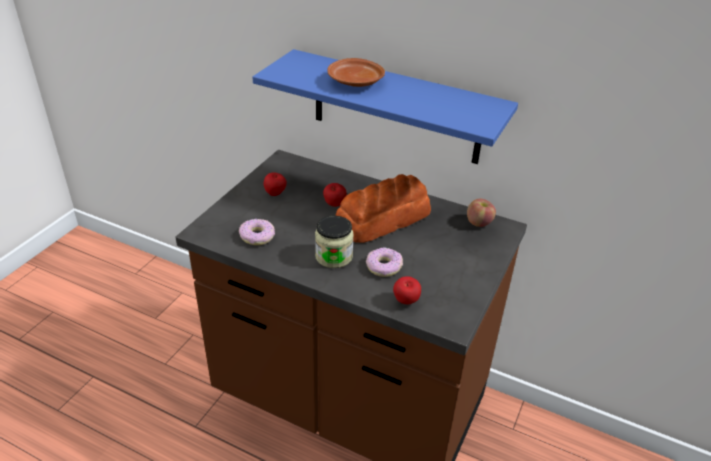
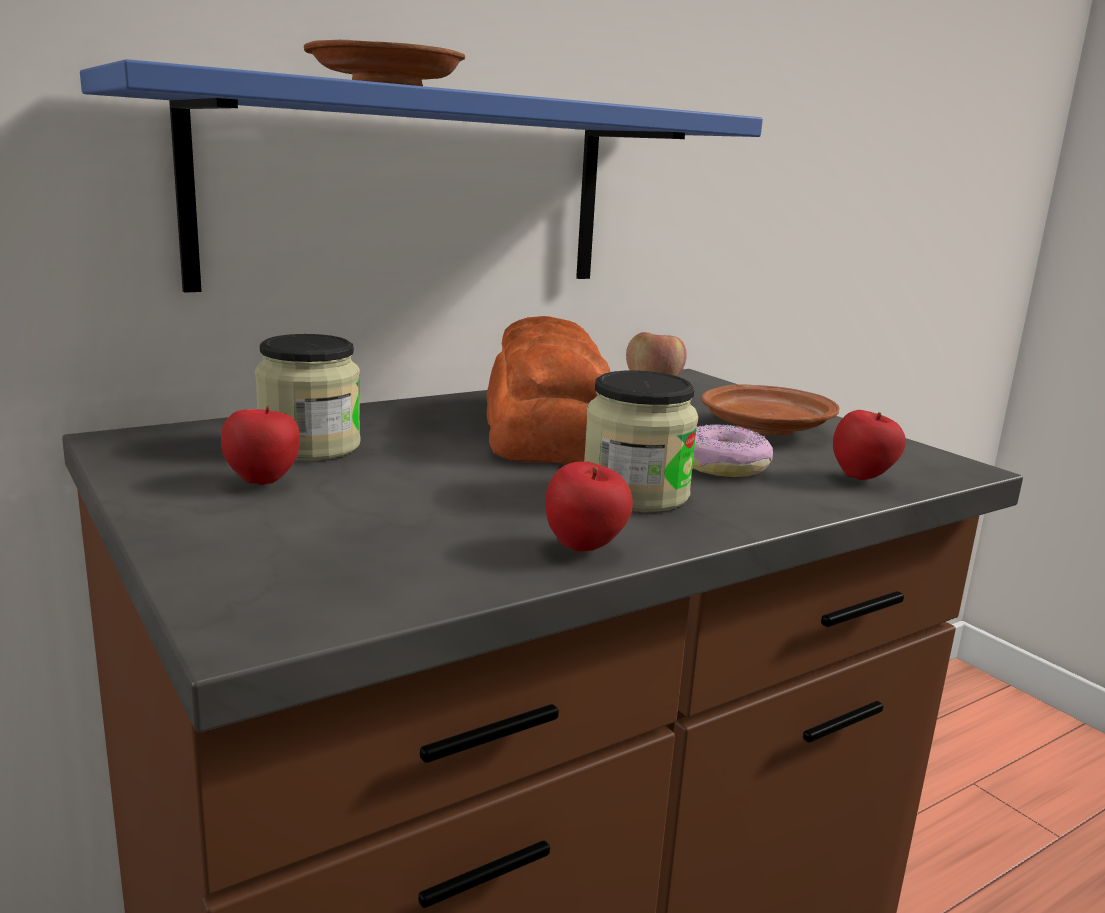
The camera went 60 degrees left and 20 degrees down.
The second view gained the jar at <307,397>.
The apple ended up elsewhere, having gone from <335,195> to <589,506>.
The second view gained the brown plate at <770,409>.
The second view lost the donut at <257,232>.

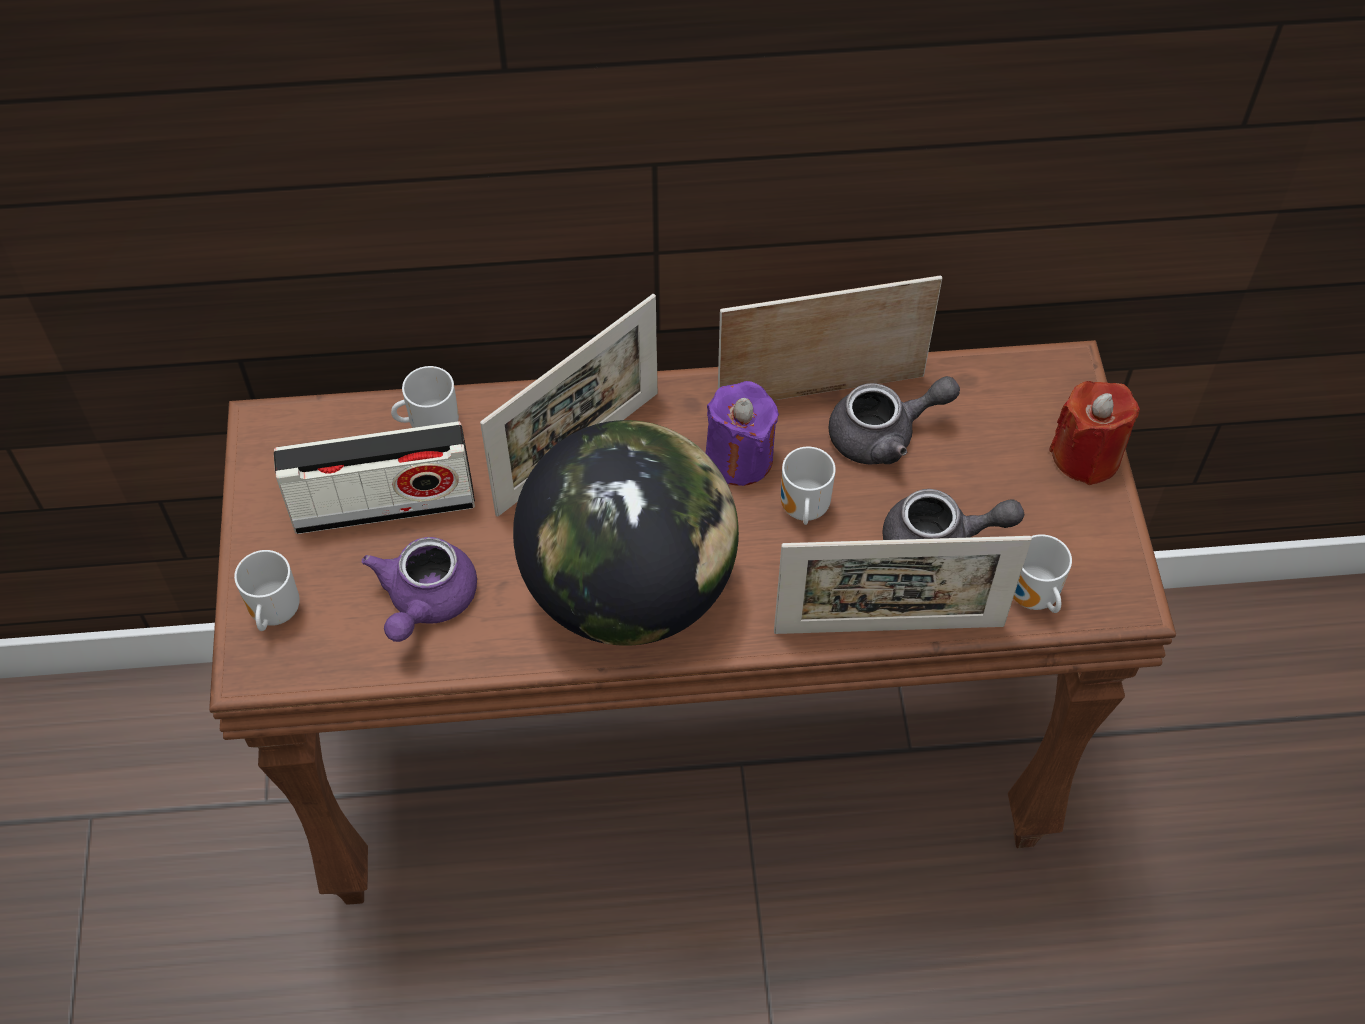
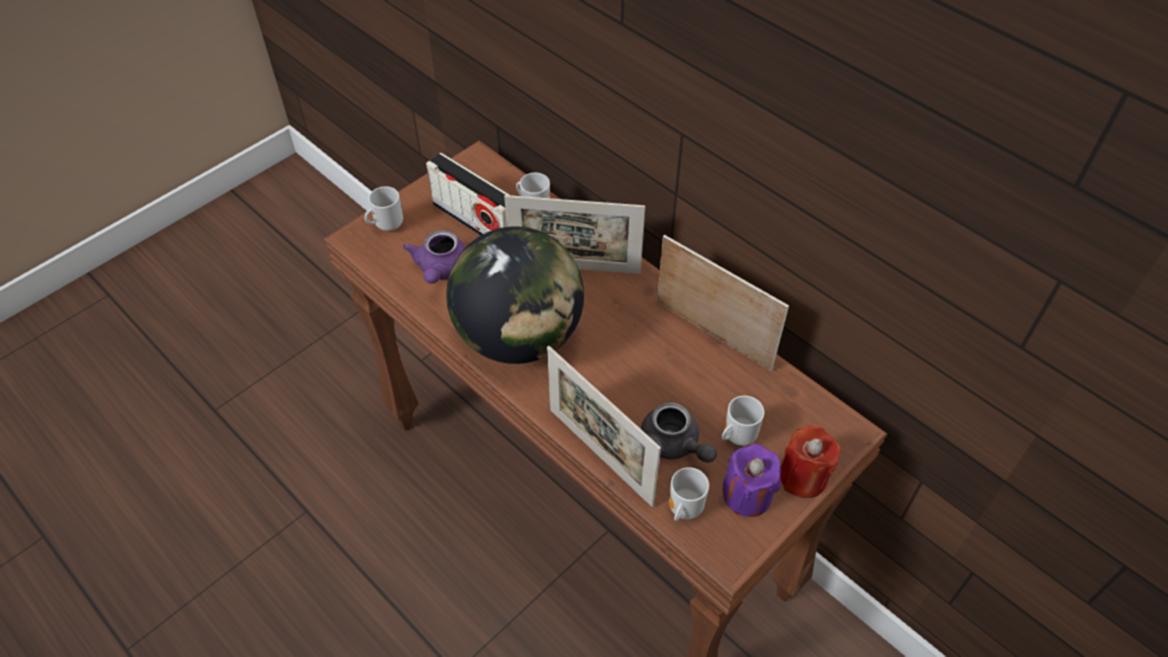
The camera went 50 degrees right and 5 degrees down.
The purple teapot at <419,589> ended up facing another way, 60 degrees counterclockwise from before.
The mug ended up elsewhere, having gone from <808,486> to <743,421>.
The purple candle ended up elsewhere, having gone from <742,433> to <752,480>.
The second view lost the grey teapot at <894,420>.

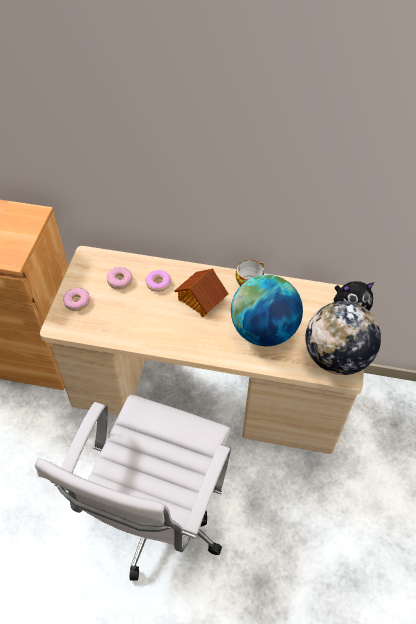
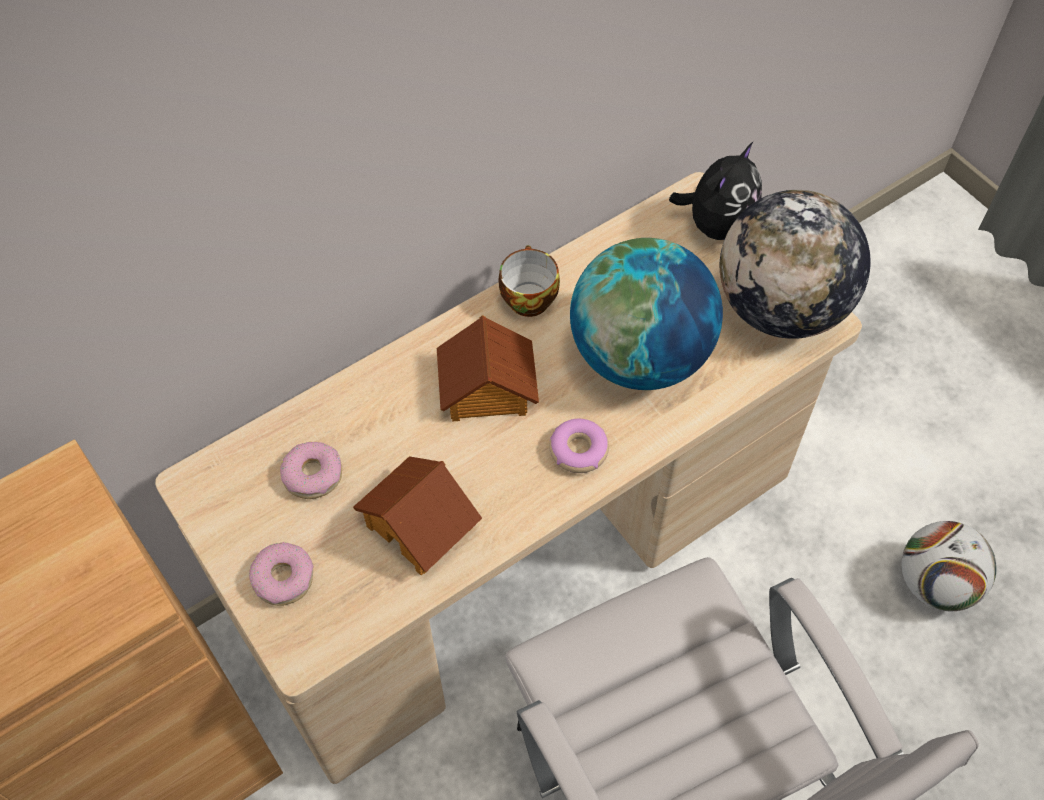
The camera went 45 degrees left and 5 degrees up.
The second view gained the toy house at <417,516>.
The donut ended up elsewhere, having gone from <158,281> to <579,446>.
The second view gained the football at <949,566>.

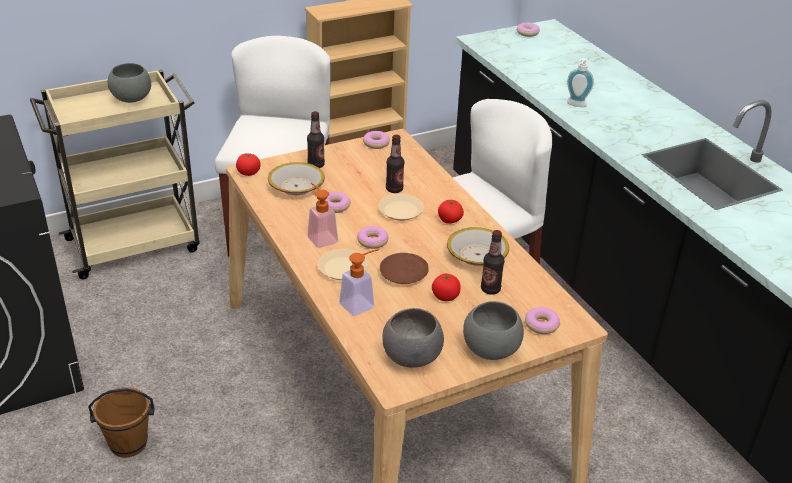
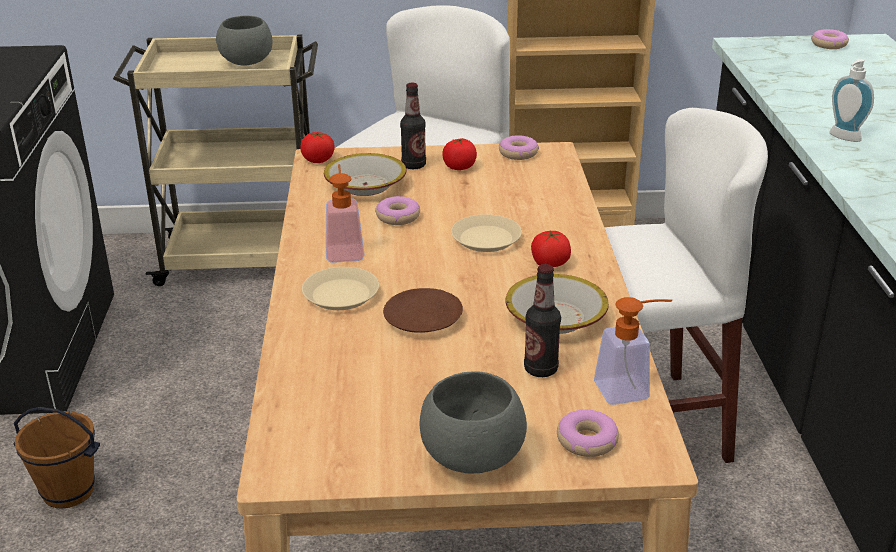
The camera went 25 degrees right and 5 degrees down.
The tomato ended up elsewhere, having gone from <446,287> to <459,154>.
The soap dispenser ended up elsewhere, having gone from <359,282> to <633,351>.
The second view lost the donut at <373,237>.
The second view lost the grey bowl at <413,338>.
The second view lost the bottle at <395,164>.

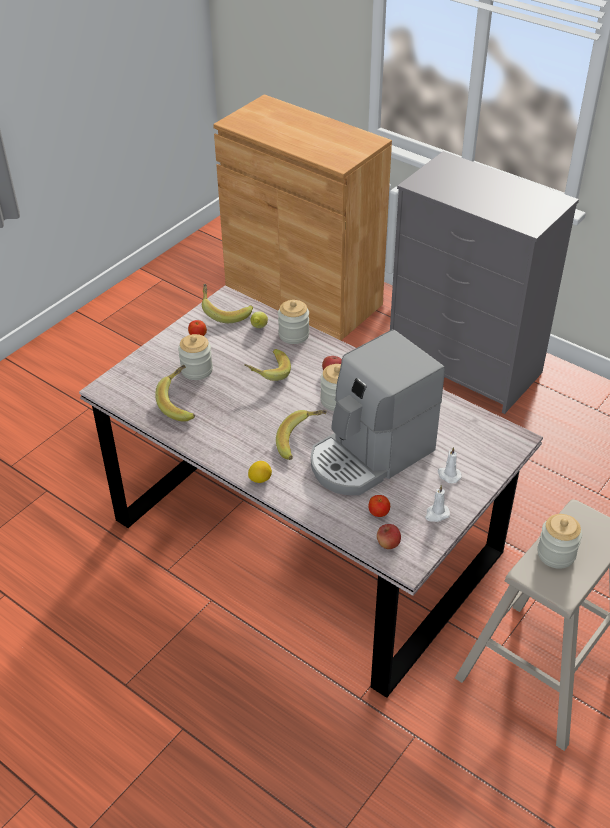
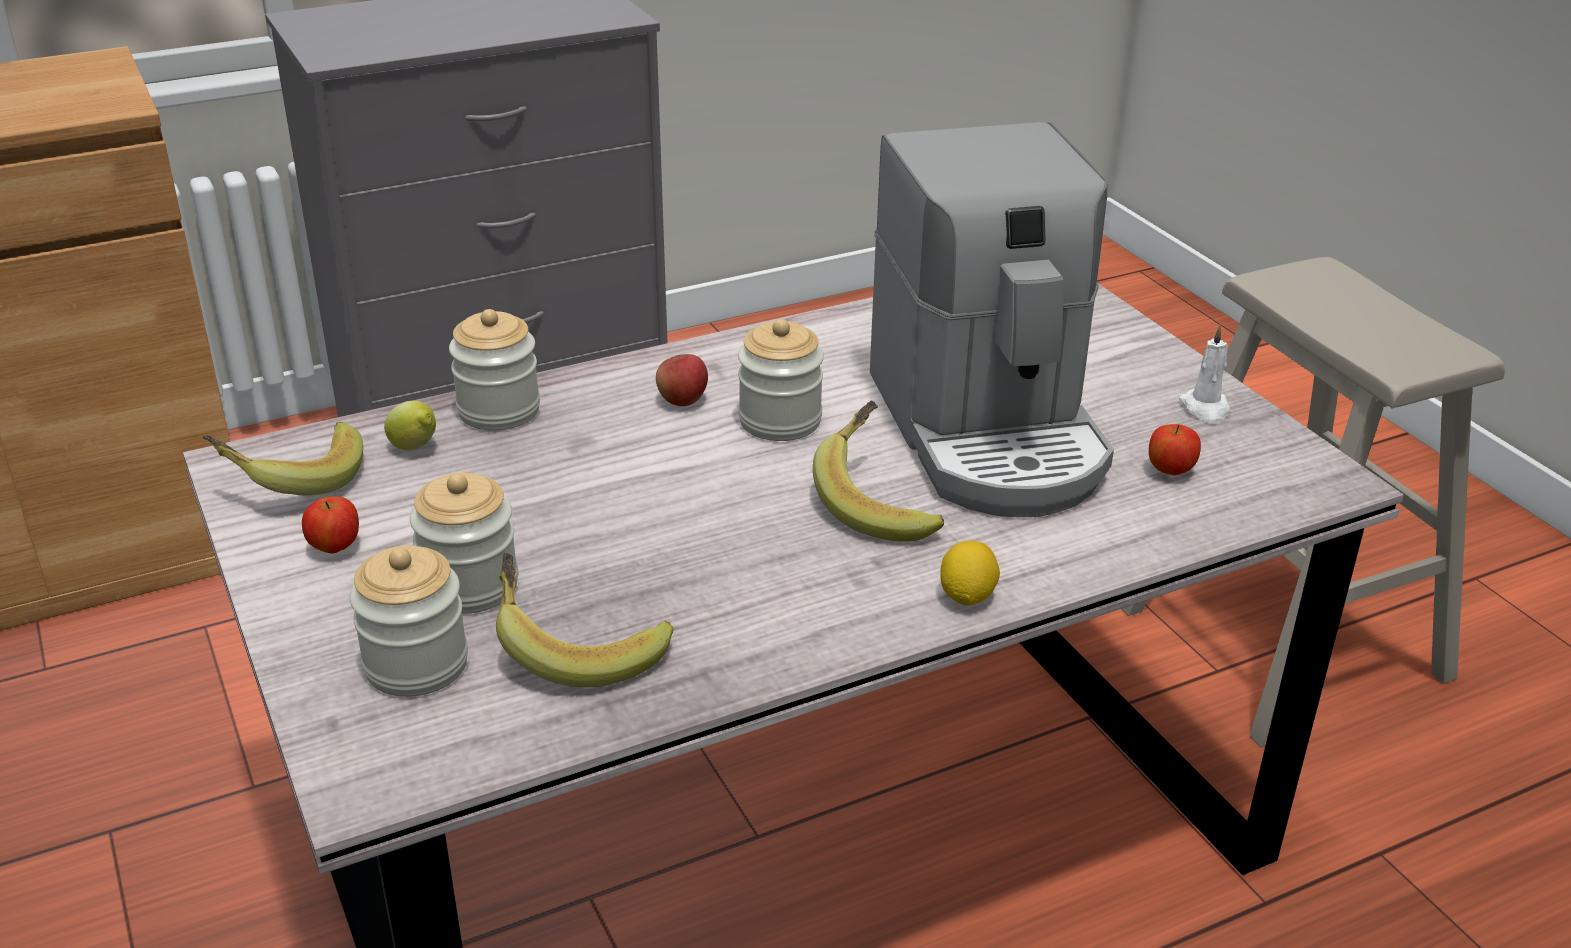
The camera went 65 degrees left and 10 degrees down.
The jar ended up elsewhere, having gone from <559,541> to <408,621>.
The second view lost the banana at <267,365>.
The second view lost the apple at <389,536>.
The second view lost the white candle at <450,465>.

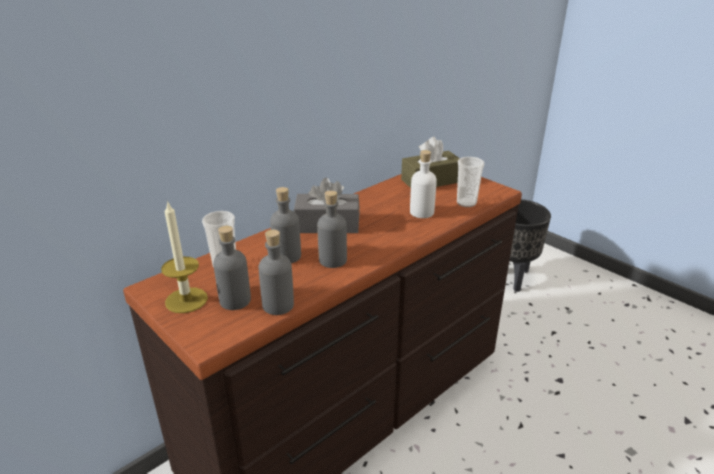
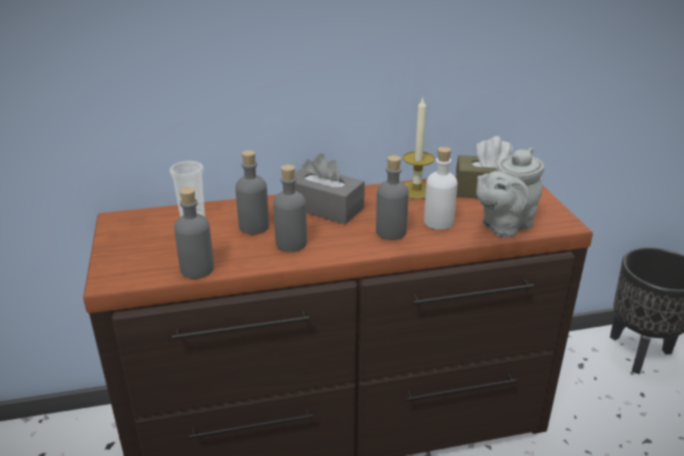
The camera went 30 degrees right and 0 degrees up.
The grey bottle ended up elsewhere, having gone from <232,268> to <392,197>.
The candle ended up elsewhere, having gone from <184,256> to <419,148>.
Where the cup stood at <470,182>, the grey teapot came to stand at <510,192>.

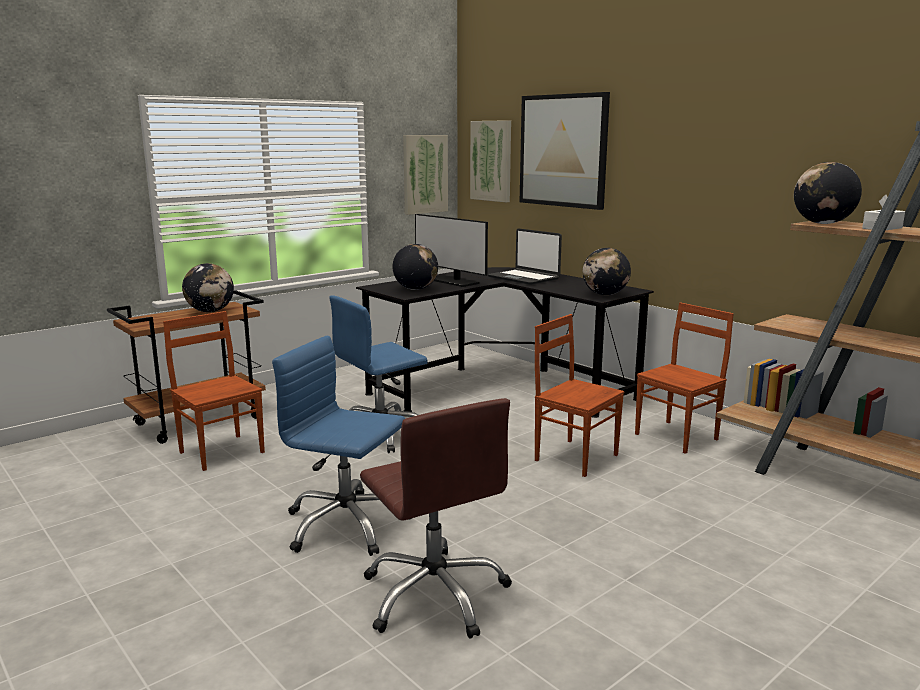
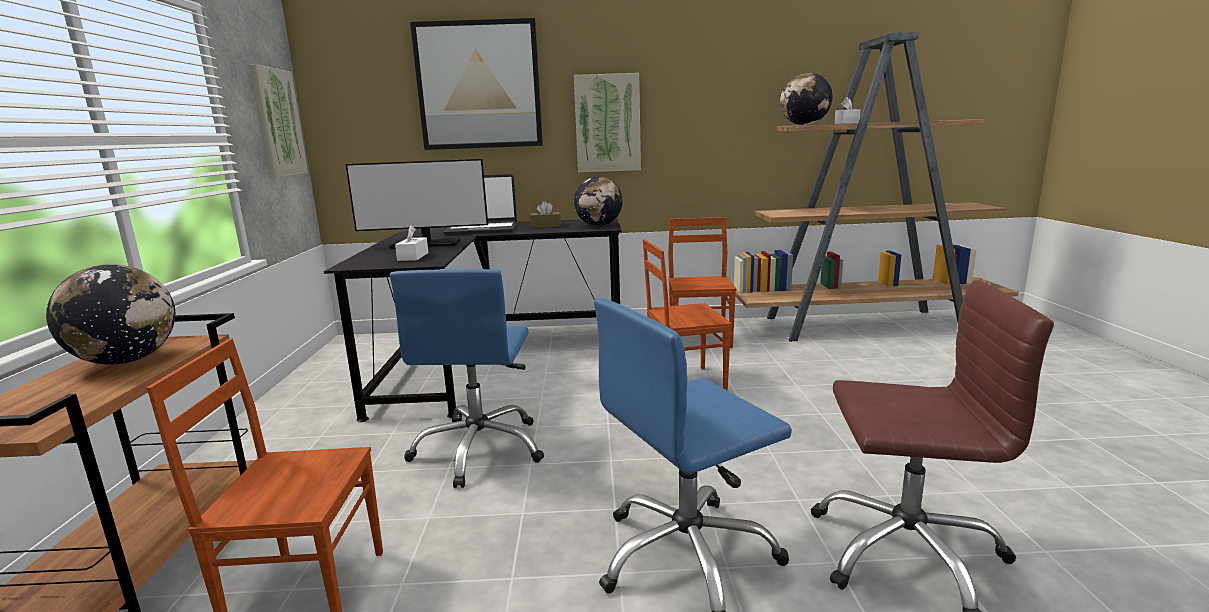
The camera went 50 degrees left and 0 degrees up.
Where the globe stood at <415,267>, the white tissue box came to stand at <412,243>.
The second view gained the brown tissue box at <545,214>.
The picture ended up elsewhere, having gone from <490,161> to <607,123>.

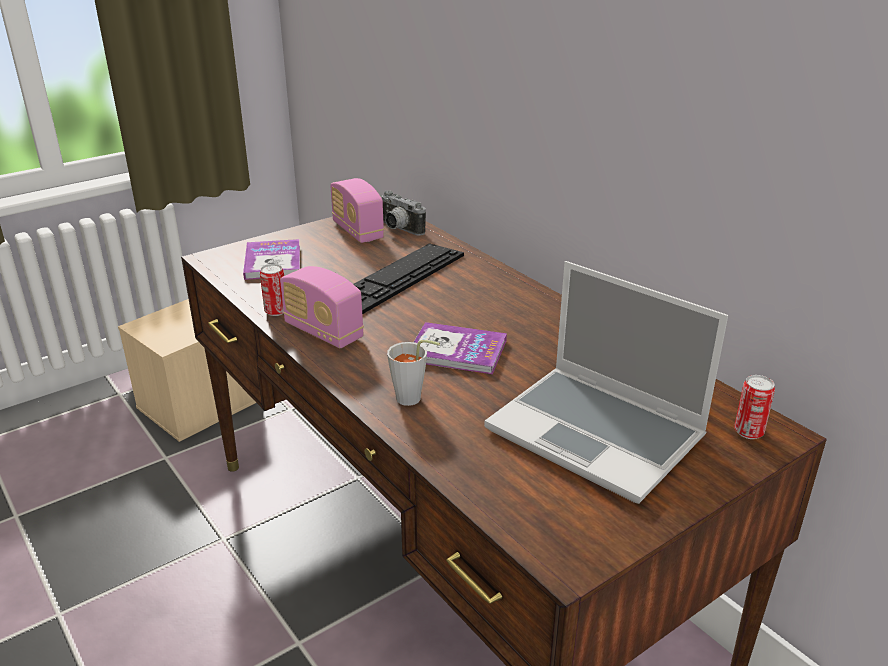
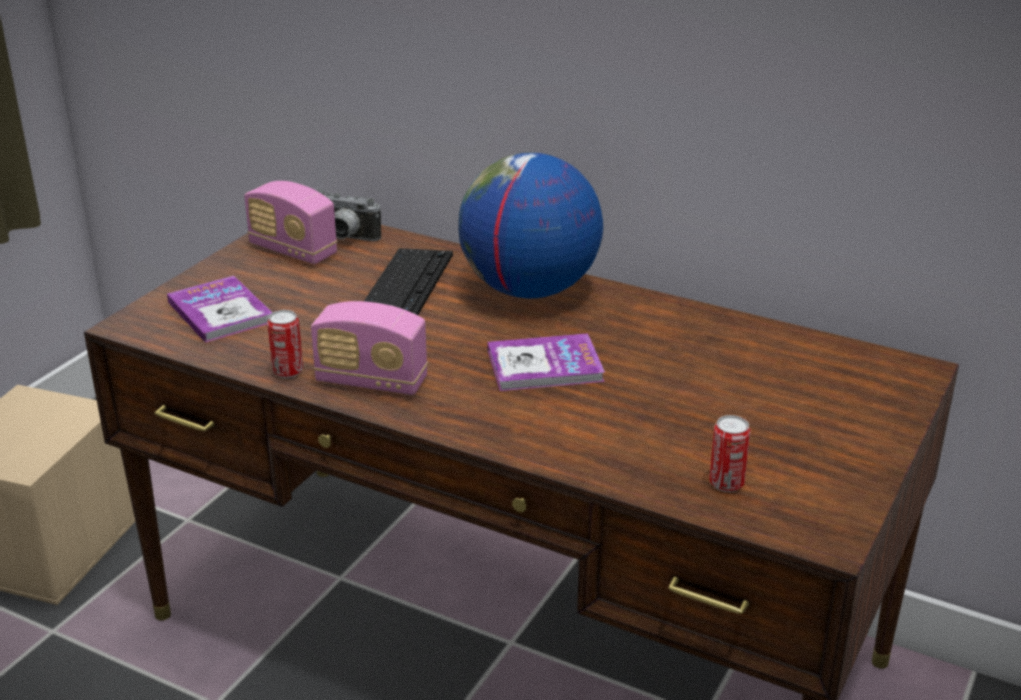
The camera went 25 degrees left and 0 degrees up.
The second view gained the globe at <530,225>.
The can ended up elsewhere, having gone from <754,407> to <729,453>.
The second view lost the grey cup at <413,373>.
The second view lost the laptop at <606,382>.

